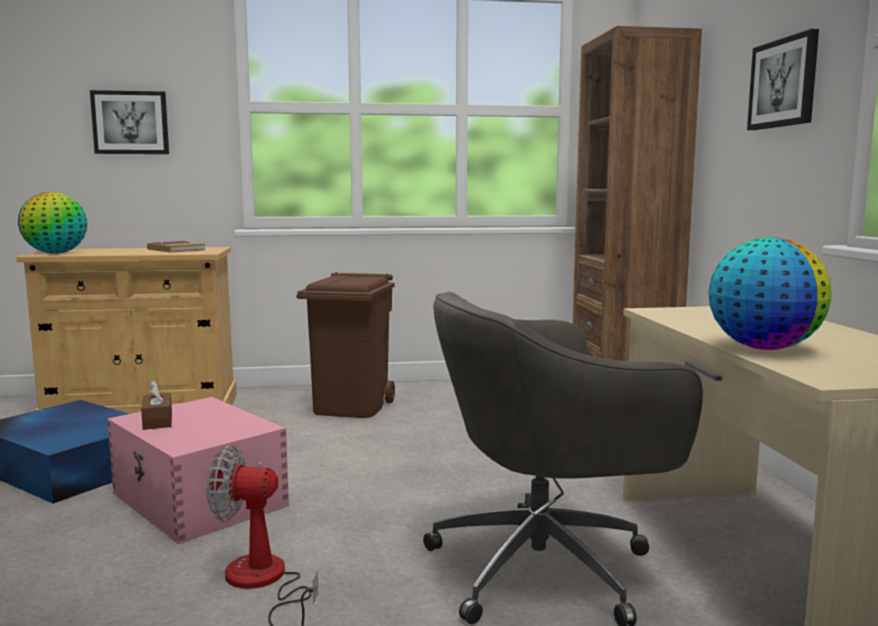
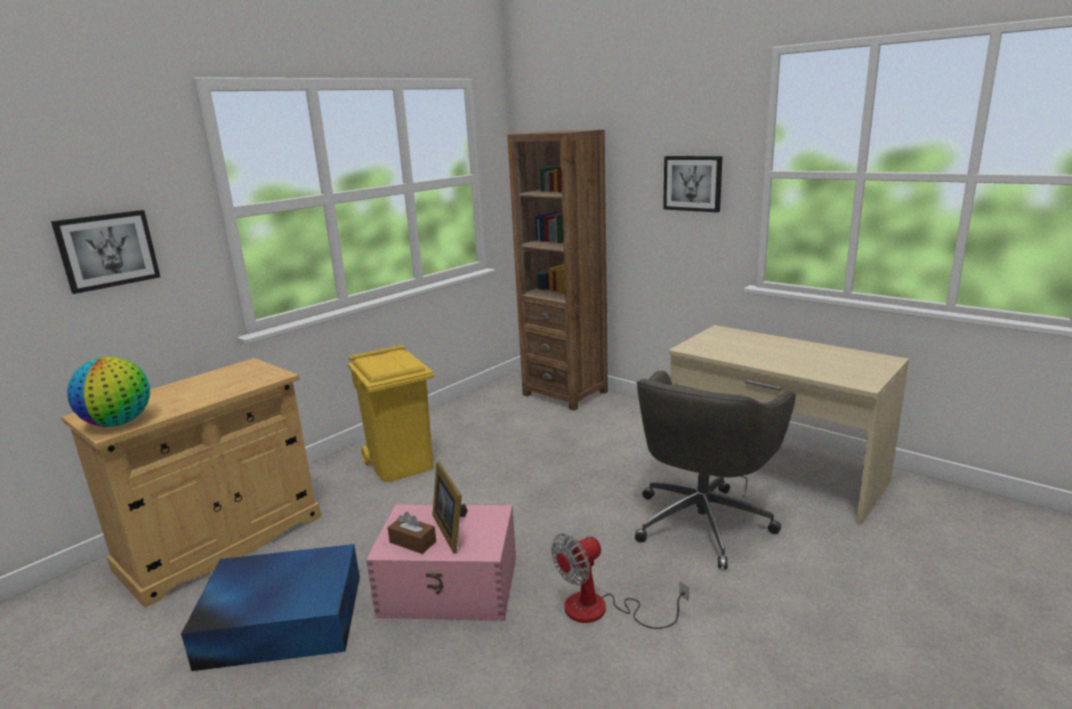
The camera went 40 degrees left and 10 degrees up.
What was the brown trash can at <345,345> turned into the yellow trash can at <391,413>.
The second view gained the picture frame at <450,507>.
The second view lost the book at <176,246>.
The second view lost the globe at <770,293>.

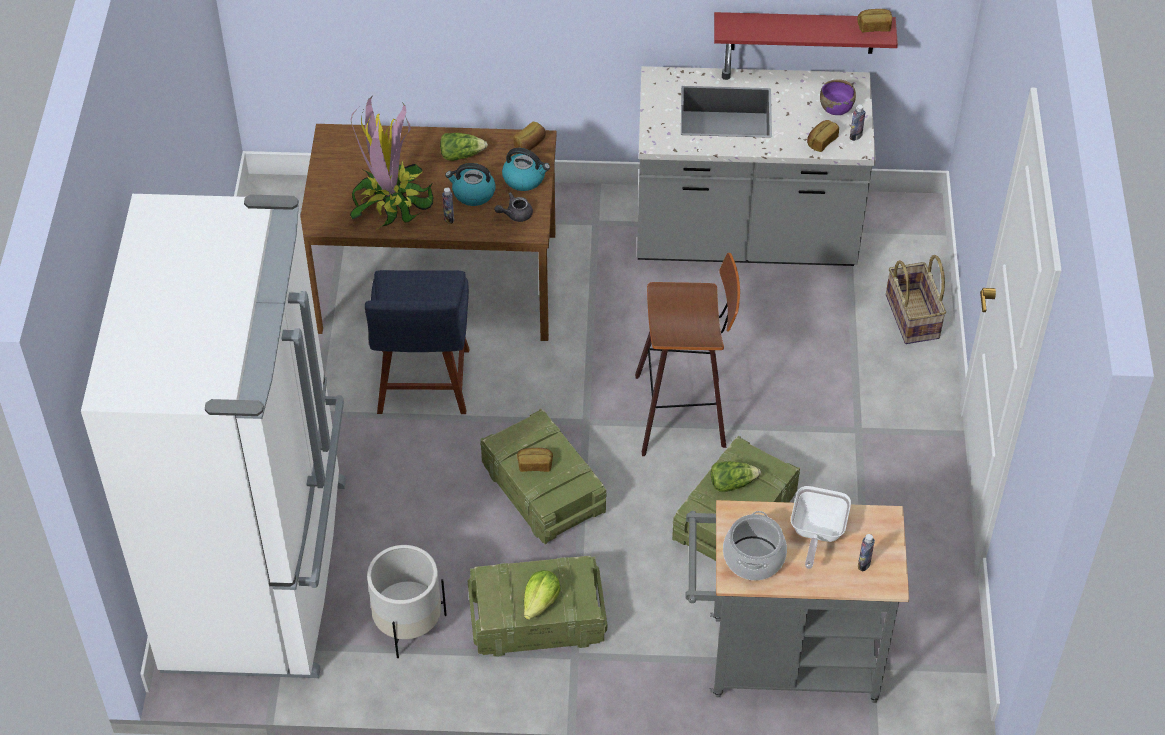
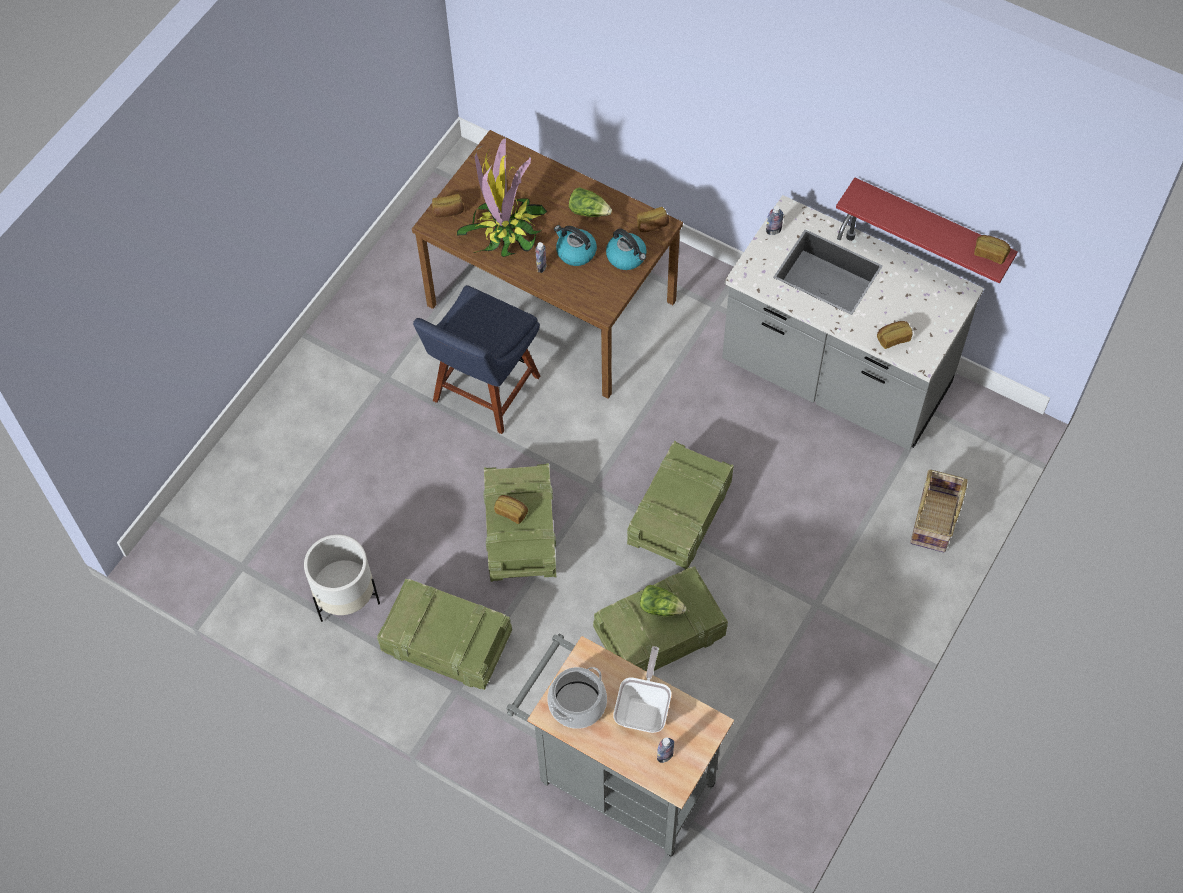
The camera went 30 degrees right and 10 degrees up.
The second view gained the bread at <448,206>.
The frying pan at <821,527> ended up facing another way, 150 degrees clockwise from before.
Where the stool stood at <687,354>, the crate came to stand at <680,505>.
The bottle ended up elsewhere, having gone from <858,122> to <775,220>.
The second view lost the white fridge at <213,436>.
The second view lost the grey teapot at <513,207>.
The second view lost the lettuce at <542,595>.
The second view lost the purple bowl at <838,97>.

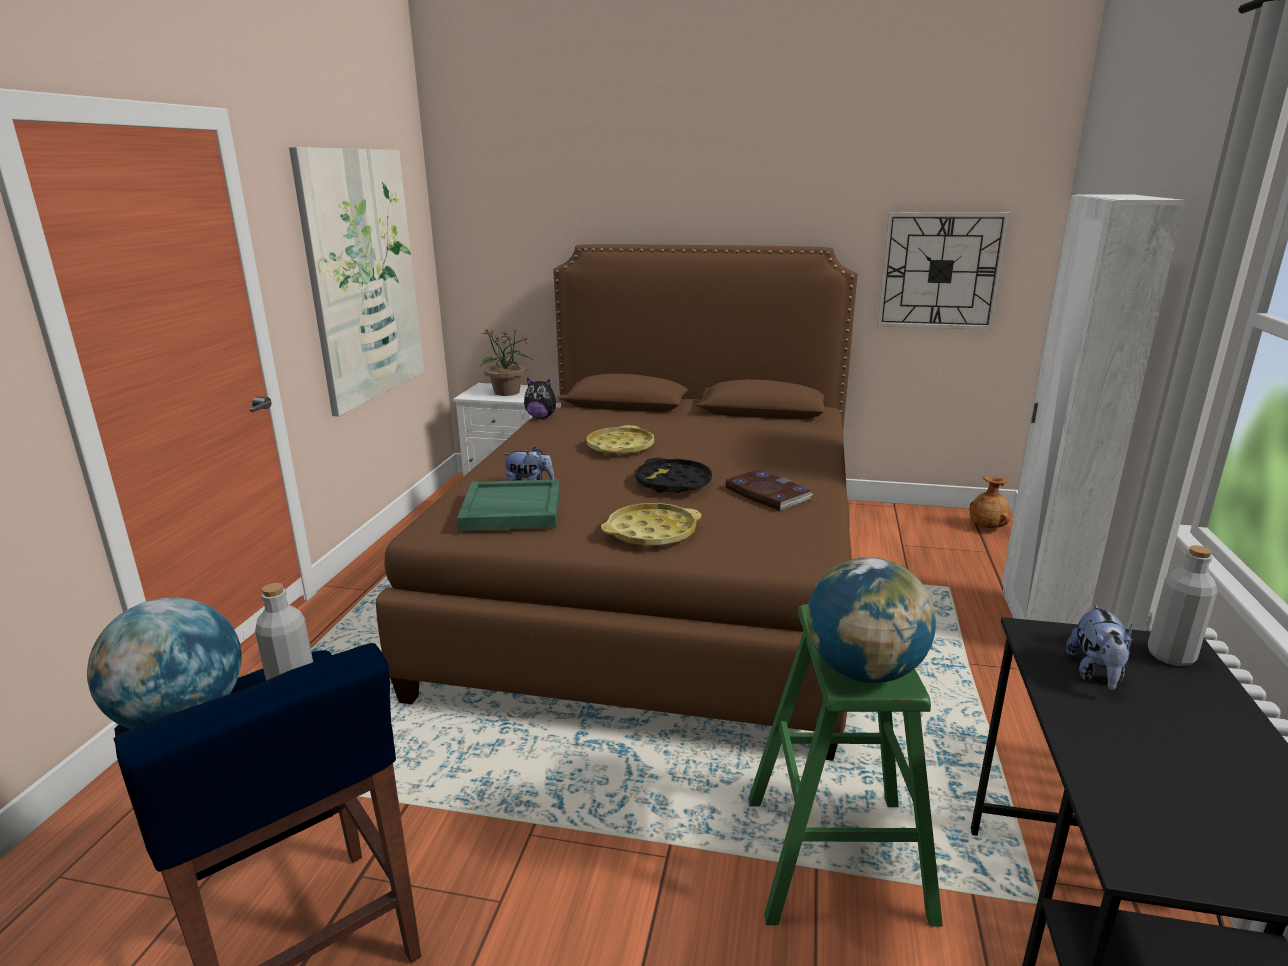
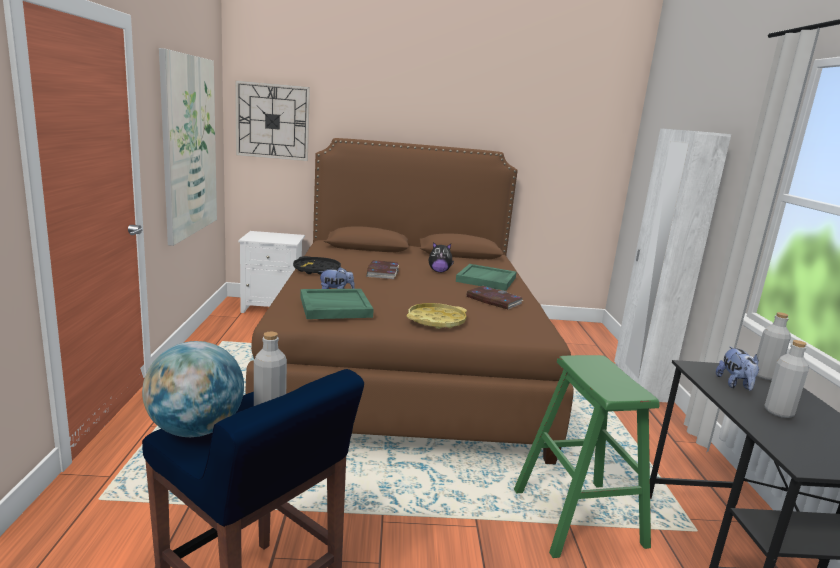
The camera went 15 degrees left and 5 degrees down.
The wall clock ended up elsewhere, having gone from <943,271> to <272,120>.
The black tray ended up elsewhere, having gone from <673,475> to <317,265>.
Where the yellow tray stood at <620,440>, the book came to stand at <383,269>.
The plush toy ended up elsewhere, having gone from <543,398> to <441,257>.
The second view gained the green tray at <486,277>.
The second view gained the grey bottle at <786,379>.
The second view lost the potted plant at <506,362>.
The second view lost the globe at <871,620>.
The second view lost the brown vase at <990,502>.

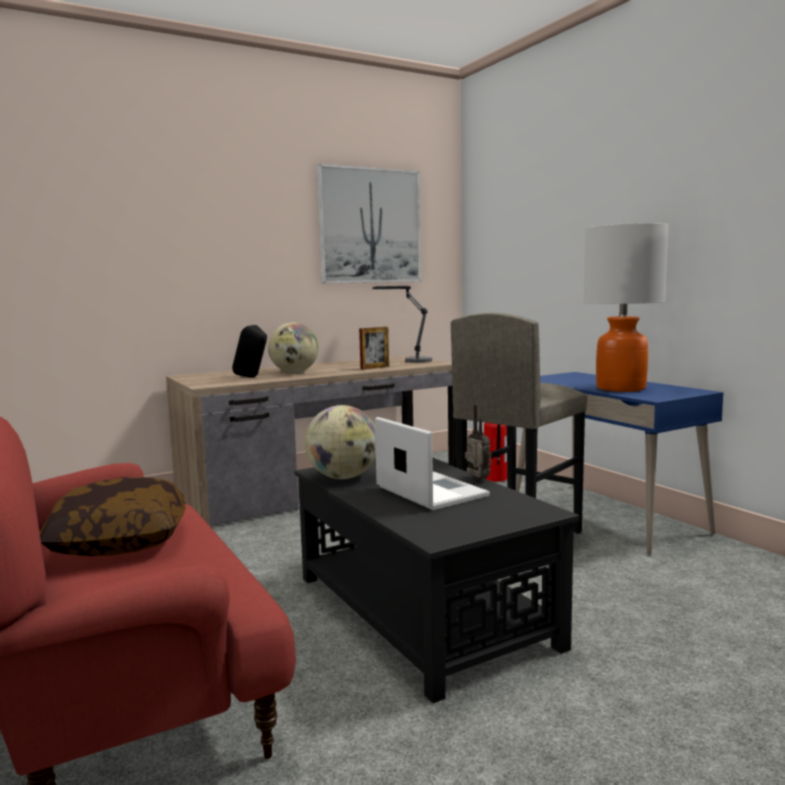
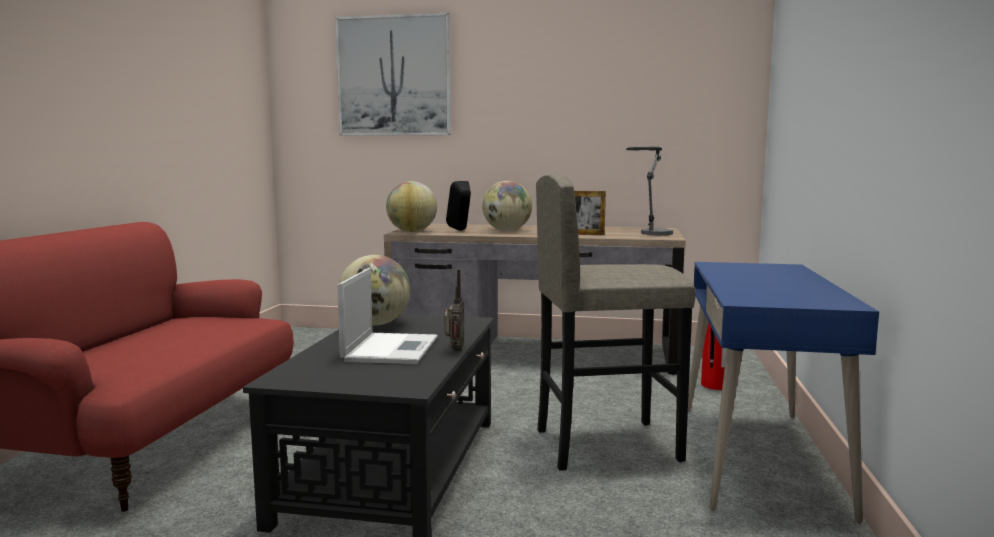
The camera went 40 degrees right and 0 degrees up.
The picture ended up elsewhere, having gone from <369,224> to <393,74>.
The second view gained the globe at <411,206>.
The second view lost the pillow at <112,516>.
The second view lost the table lamp at <626,307>.

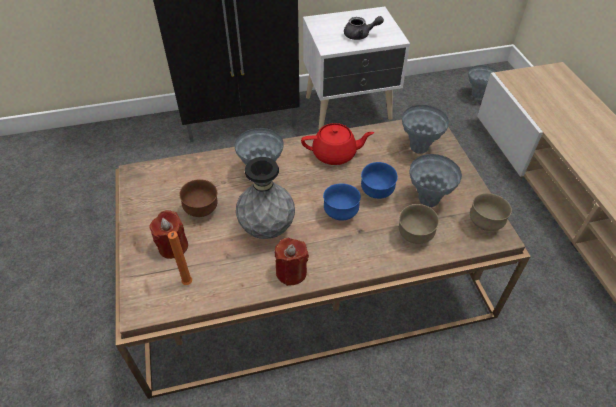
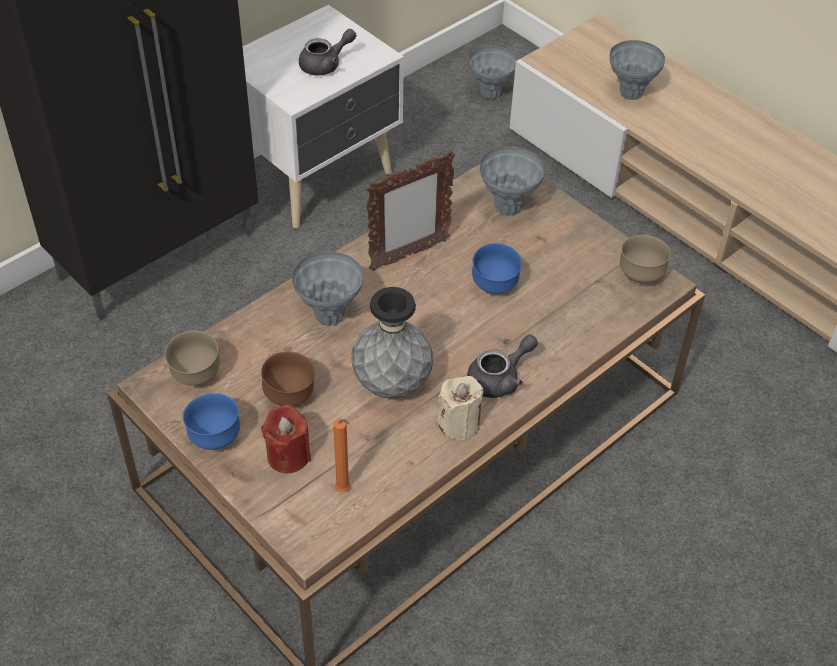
The camera went 30 degrees left and 0 degrees up.
The brown bowl ended up elsewhere, having gone from <419,224> to <192,358>.
The blue bowl ended up elsewhere, having gone from <342,202> to <211,421>.
Where the red teapot stood at <337,144>, the picture frame came to stand at <410,211>.
What was the red candle at <292,262> turned into the beige candle at <460,408>.
The second view gained the grey teapot at <502,366>.
The grey vase ended up elsewhere, having gone from <436,180> to <637,70>.

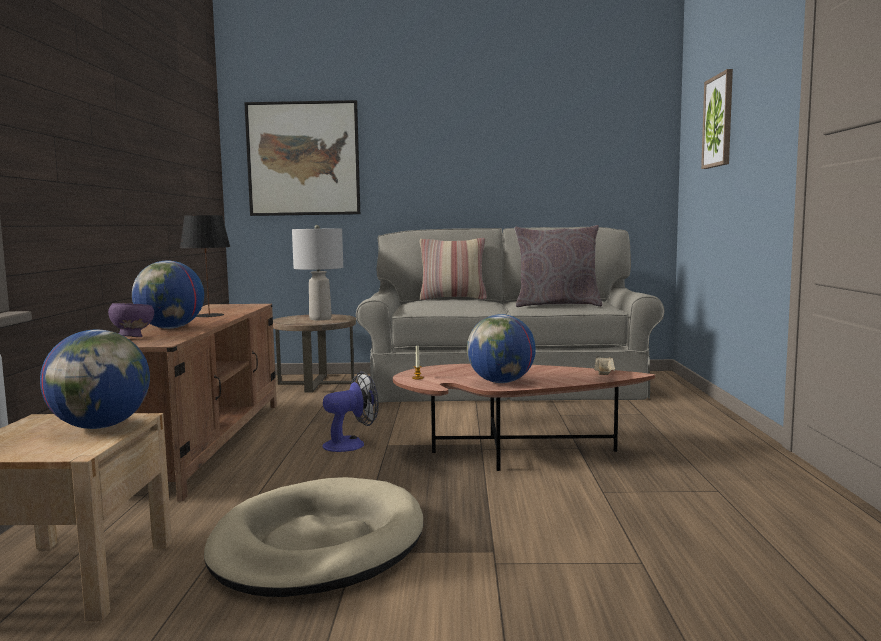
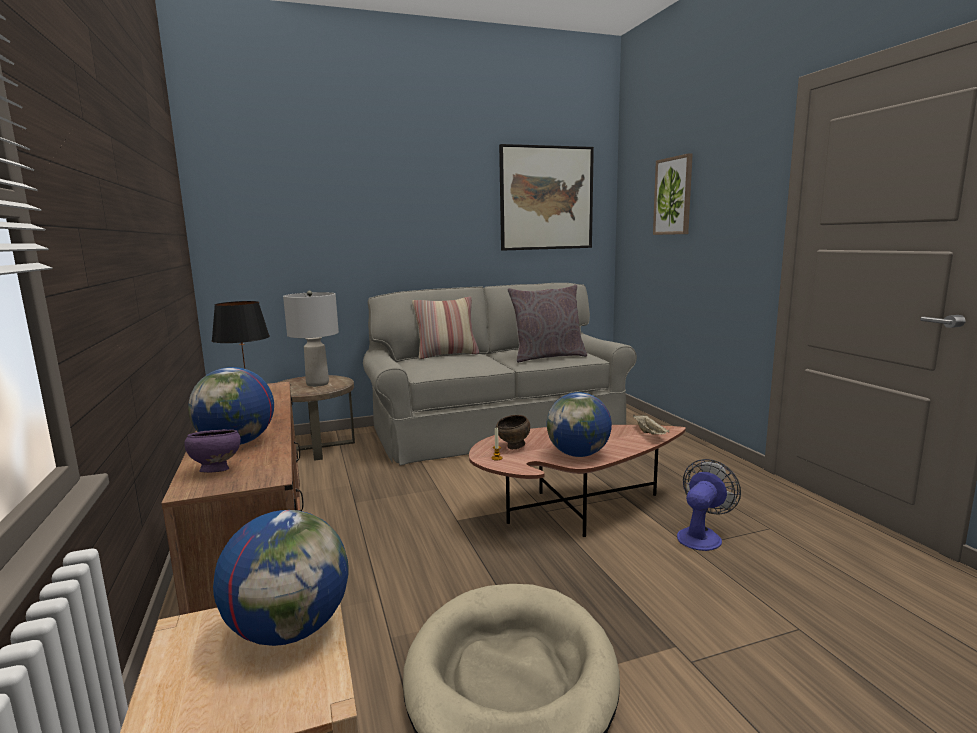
The camera went 20 degrees left and 5 degrees up.
The second view gained the brown bowl at <513,432>.
The picture ended up elsewhere, having gone from <302,158> to <546,197>.
The fan ended up elsewhere, having gone from <350,412> to <709,505>.

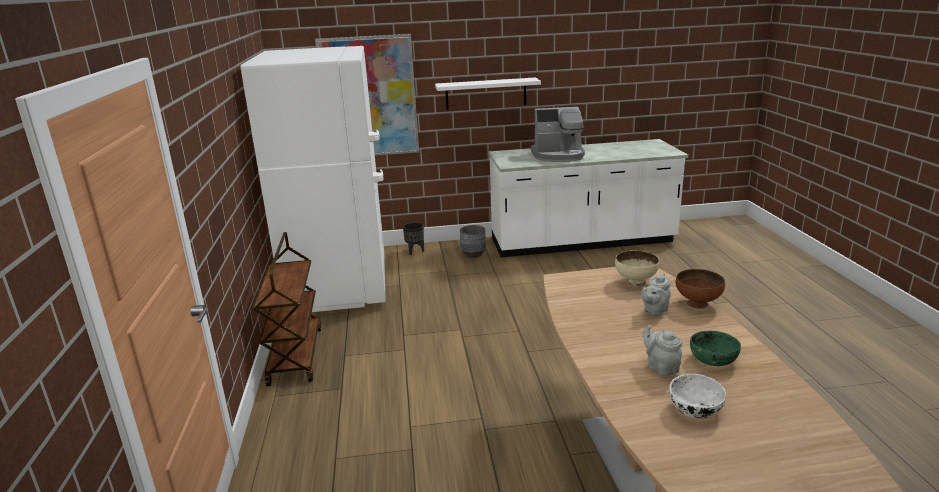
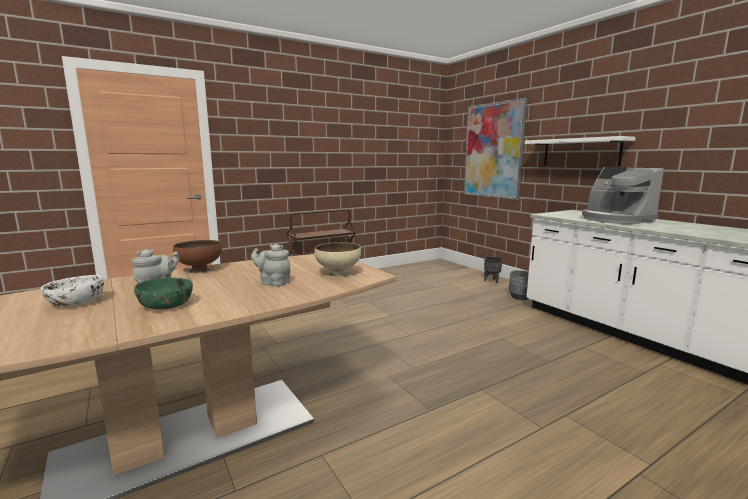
The camera went 65 degrees right and 10 degrees down.
The brown bowl ended up elsewhere, having gone from <700,289> to <197,256>.
The second view lost the white fridge at <313,179>.

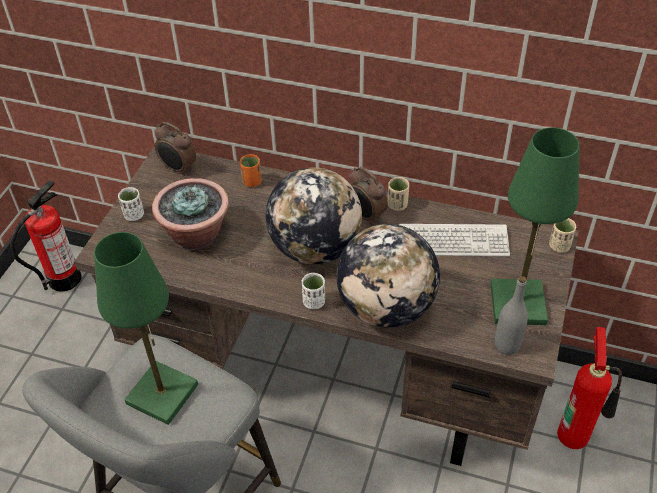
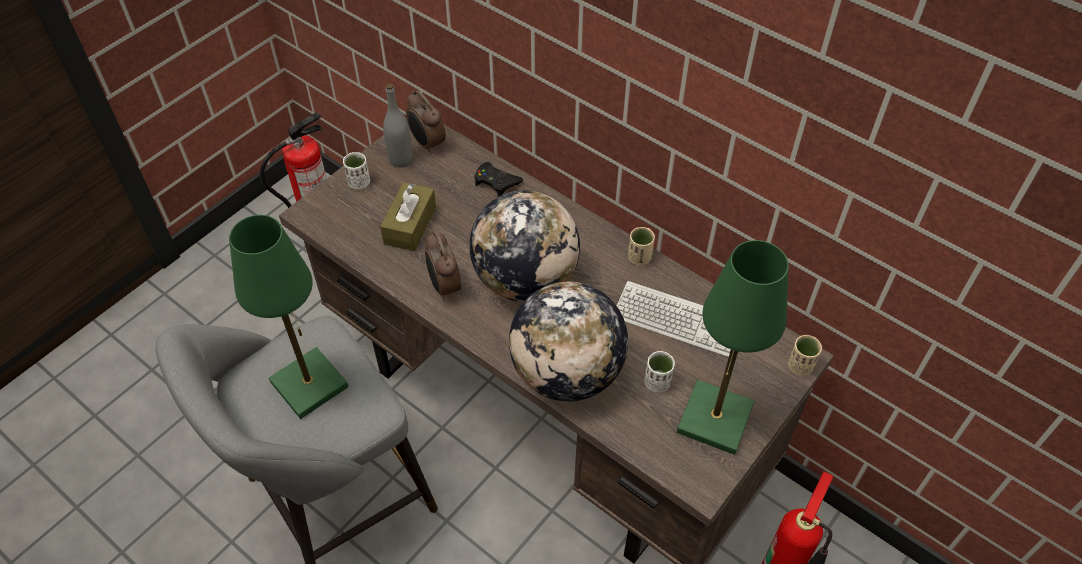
The camera went 20 degrees right and 5 degrees up.
Where the potted plant stood at <190,214>, the brown tissue box came to stand at <408,216>.
The grey bottle ended up elsewhere, having gone from <511,315> to <398,126>.
The alarm clock ended up elsewhere, having gone from <368,196> to <443,265>.
Where the orange cup stood at <251,170>, the black game controller came to stand at <498,179>.
The white cup ended up elsewhere, having gone from <313,291> to <659,372>.

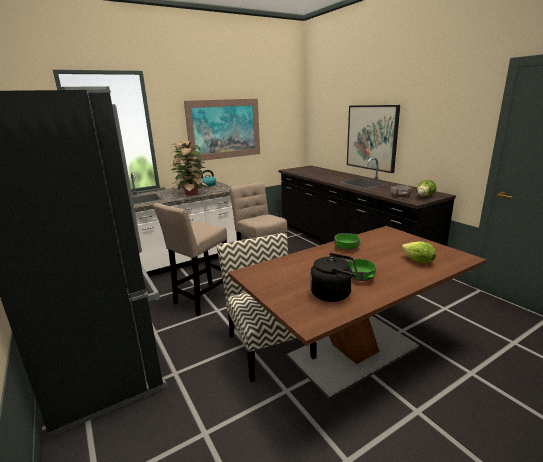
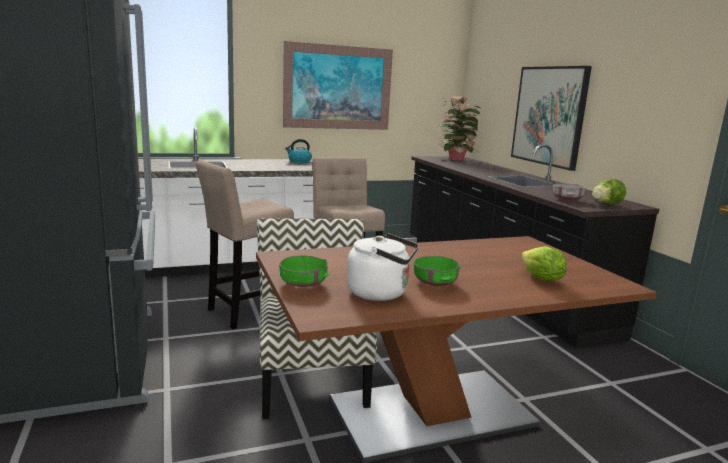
The camera went 10 degrees right and 5 degrees down.
The green bowl ended up elsewhere, having gone from <347,241> to <304,271>.
What was the black kettle at <334,277> turned into the white kettle at <382,267>.
The potted plant ended up elsewhere, having gone from <189,168> to <457,128>.

